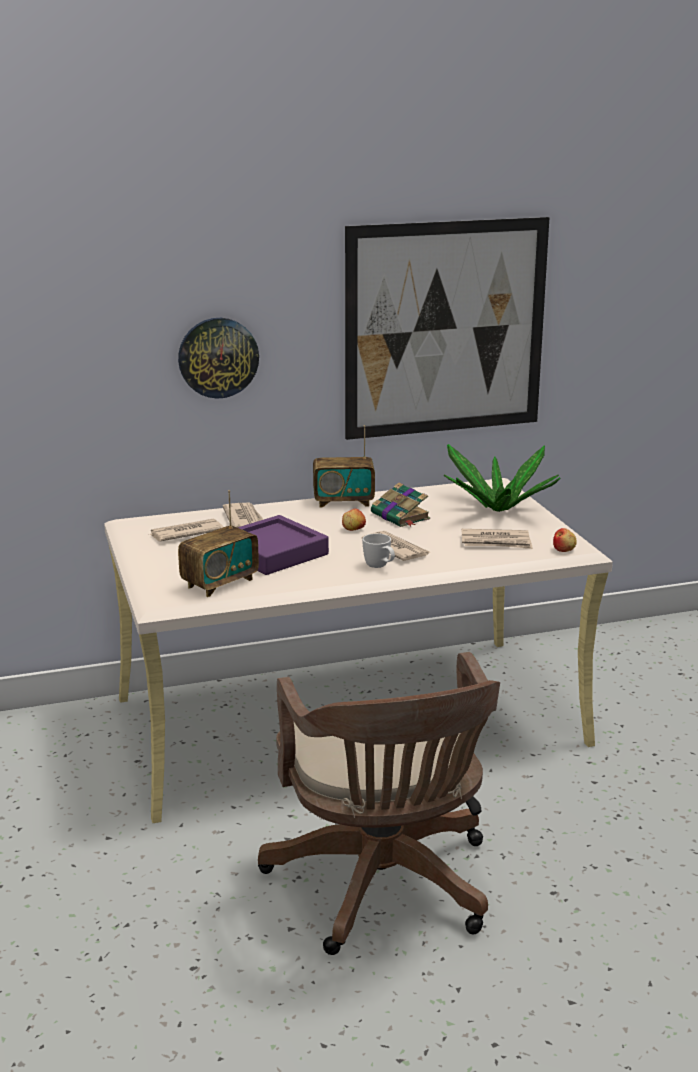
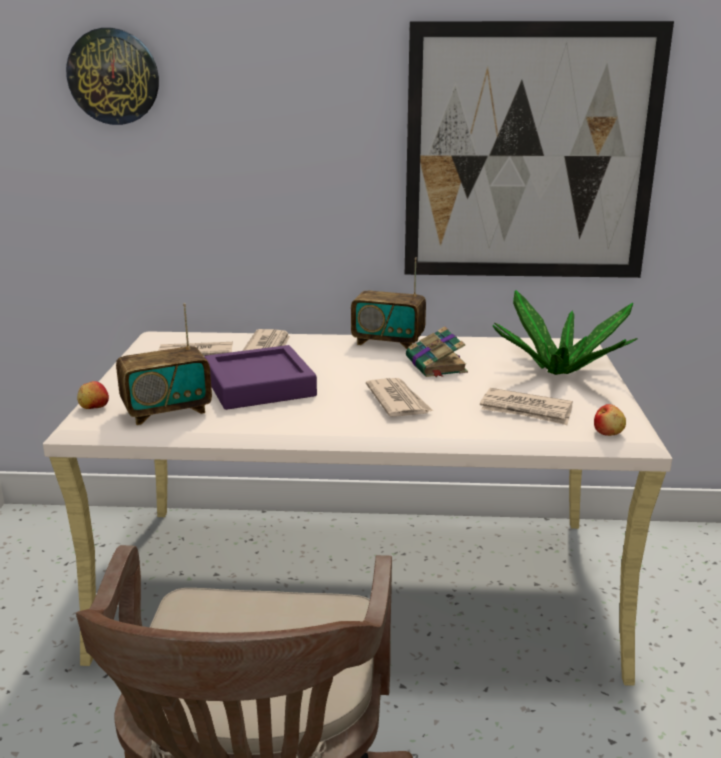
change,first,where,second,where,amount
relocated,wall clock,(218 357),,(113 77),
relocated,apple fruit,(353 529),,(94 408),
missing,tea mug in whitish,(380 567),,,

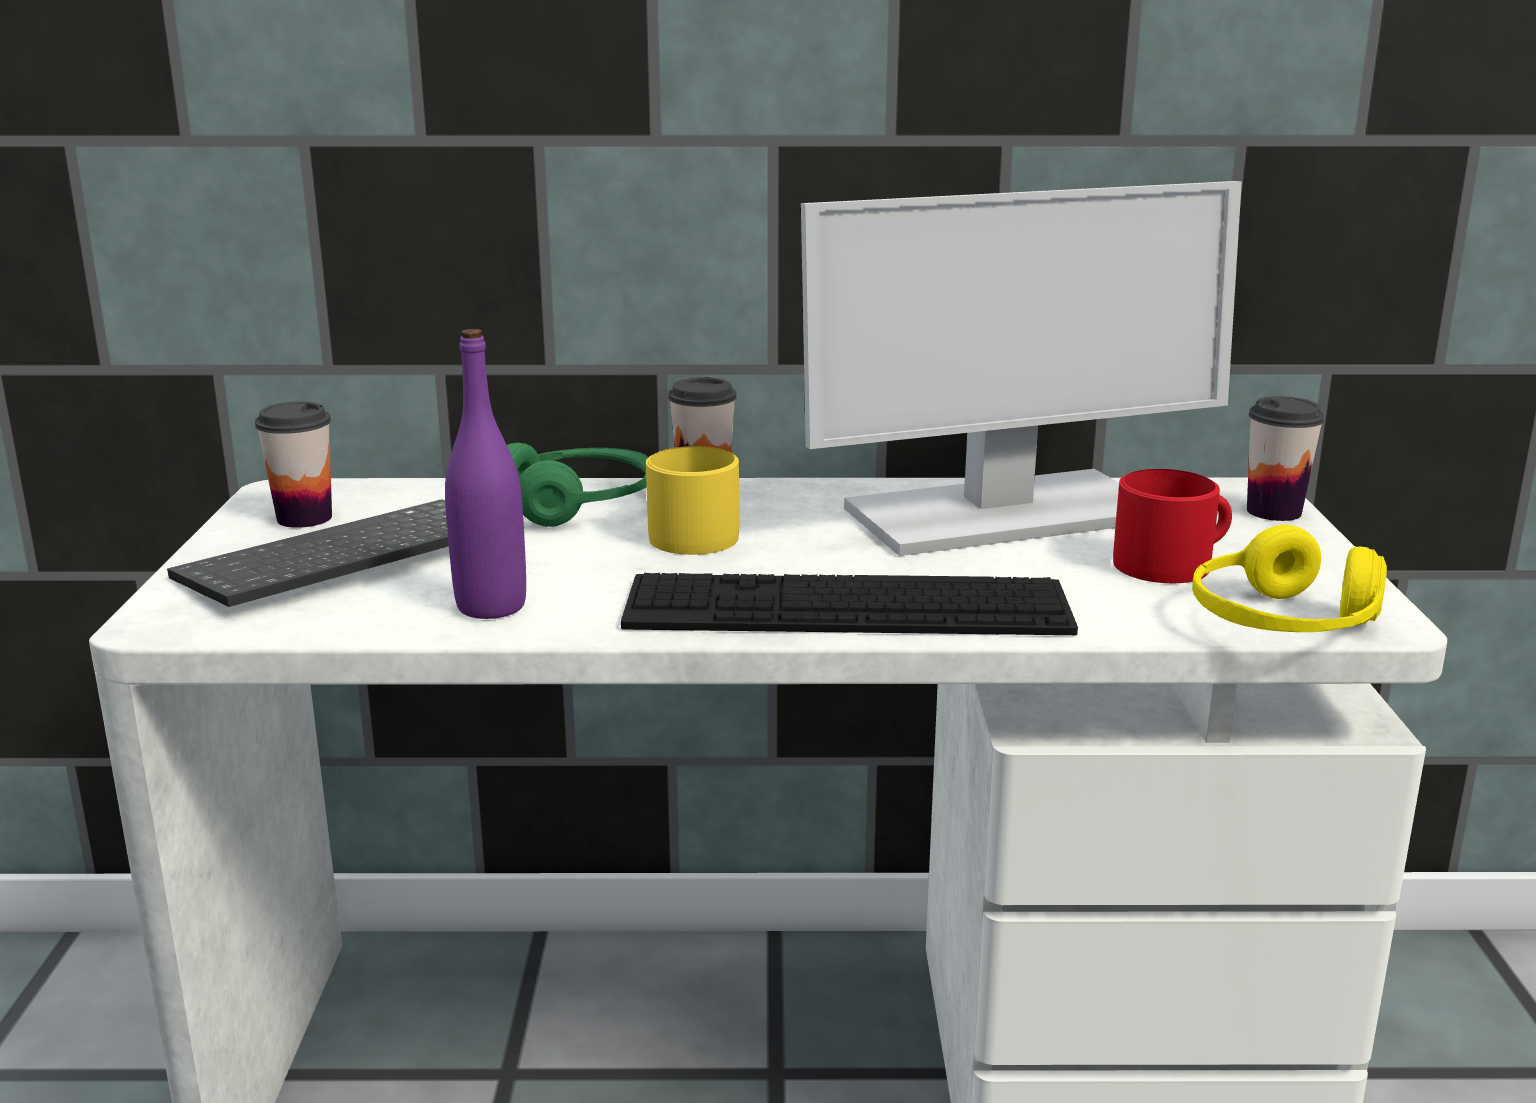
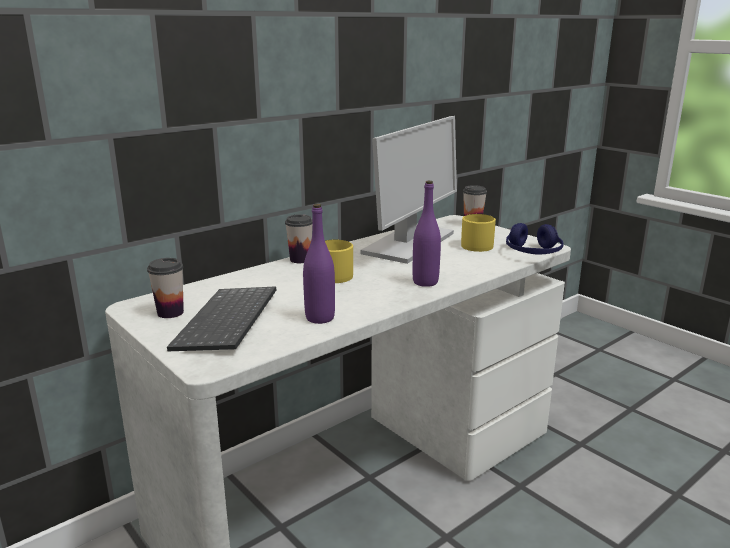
change,first,where,second,where,amount
missing,pair of headphones in green-coloured,(577 505),,,
colour,tea mug in reddish,(1172 564),tea mug in yellowish,(478 245),
colour,pair of headphones in yellowish,(1283 624),pair of headphones in blue-coloured,(533 253),
exchanged,computer keyboard,(847 606),drink bottle in purple-coloured,(425 282),

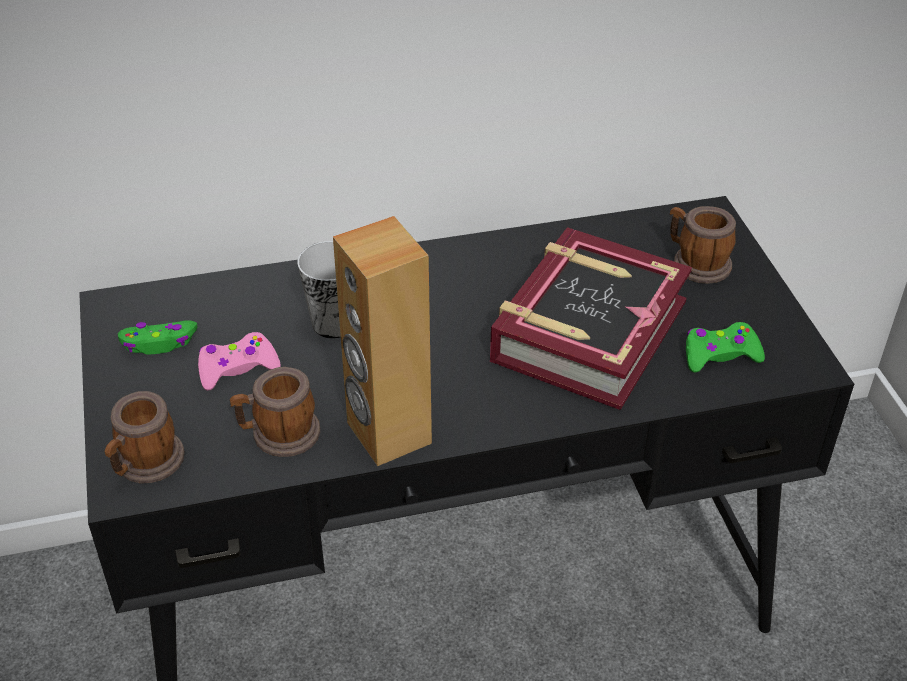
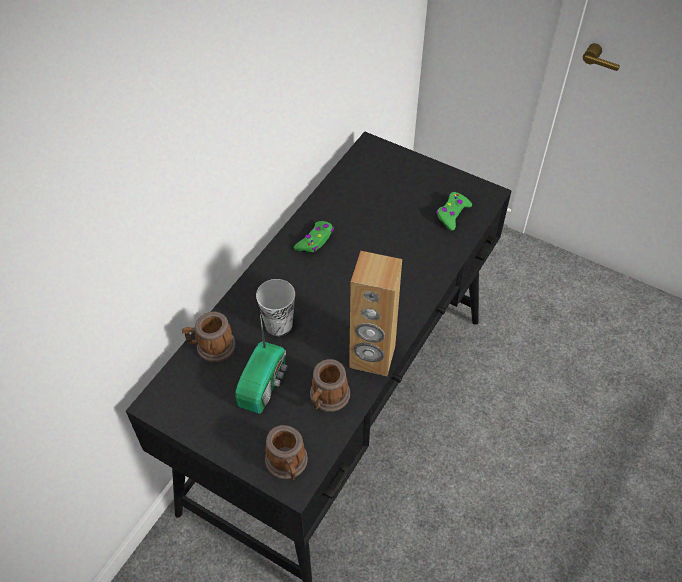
change,first,where,second,where,amount
relocated,tea mug,(696 263),,(211 347),
missing,book,(587 331),,,
relocated,joypad in green-coloured,(159 343),,(315 240),
exchanged,joypad in pinkish,(237 368),radio set,(264 383),

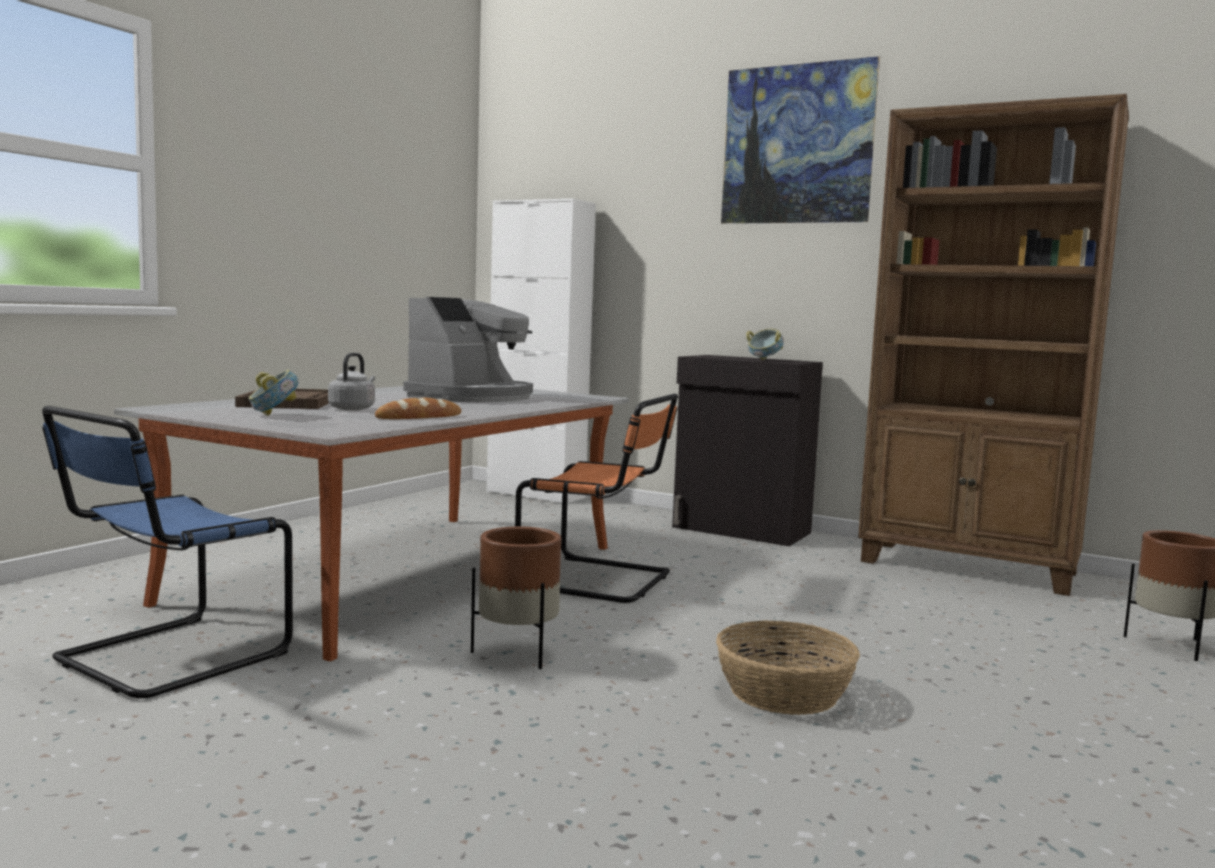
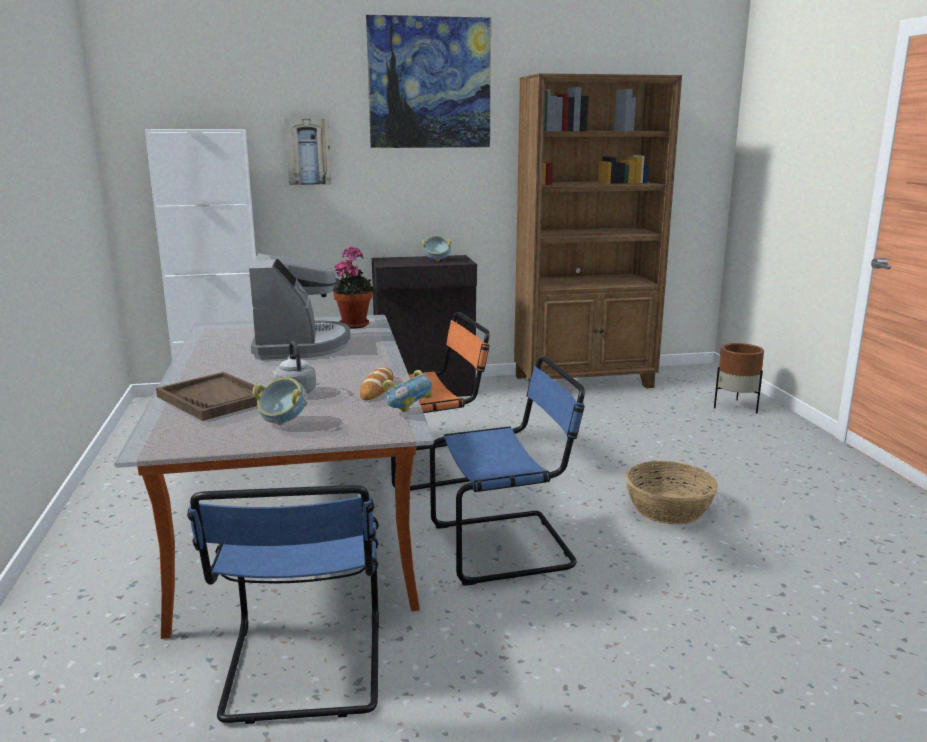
change,first,where,second,where,amount
exchanged,plant pot in brownish,(517 653),plain chair in blue-coloured,(507 546),
appeared,,,wall art,(308 151),
appeared,,,plant in a pot,(354 324),
appeared,,,bowl,(409 412),

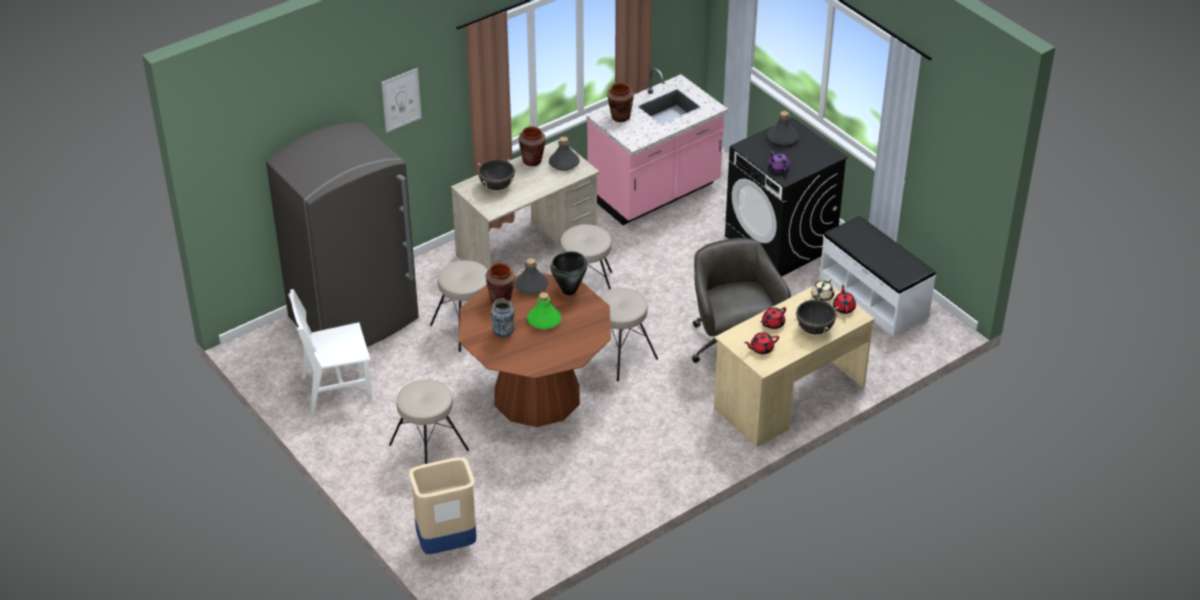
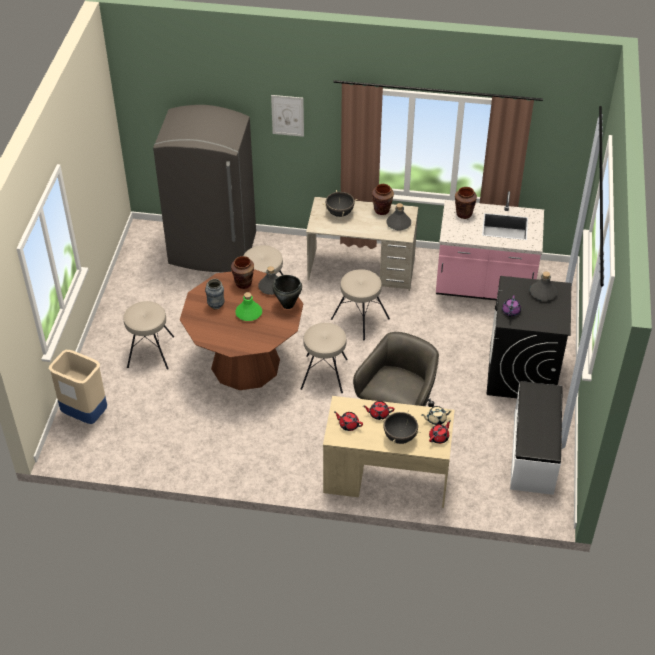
change,first,where,second,where,amount
missing,plain chair in whitish,(336 389),,,

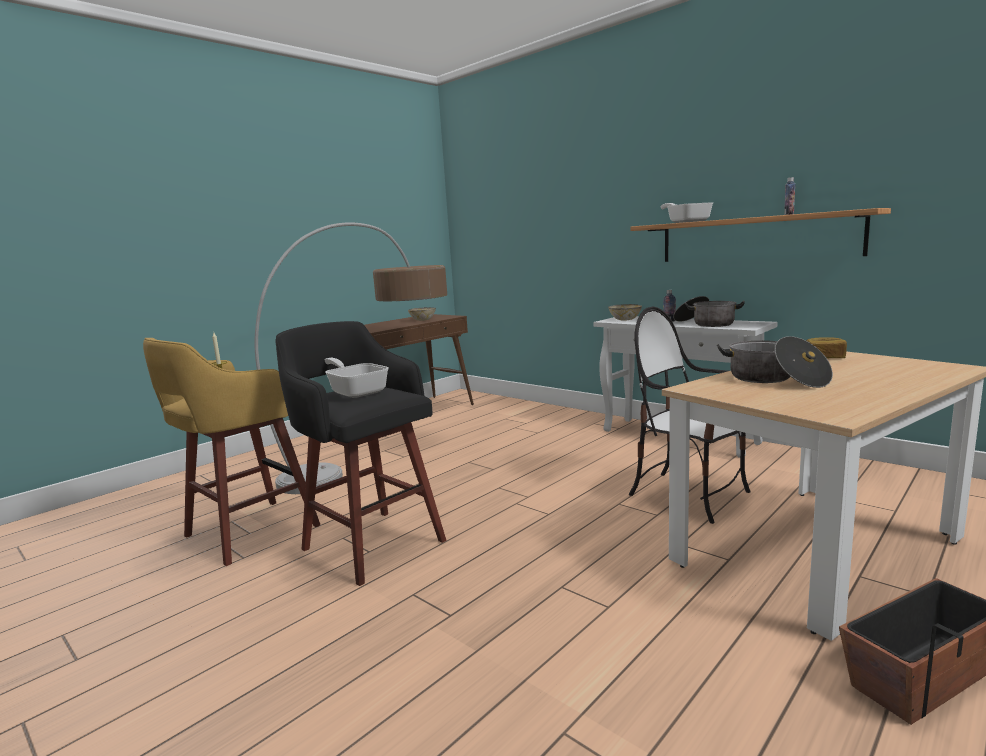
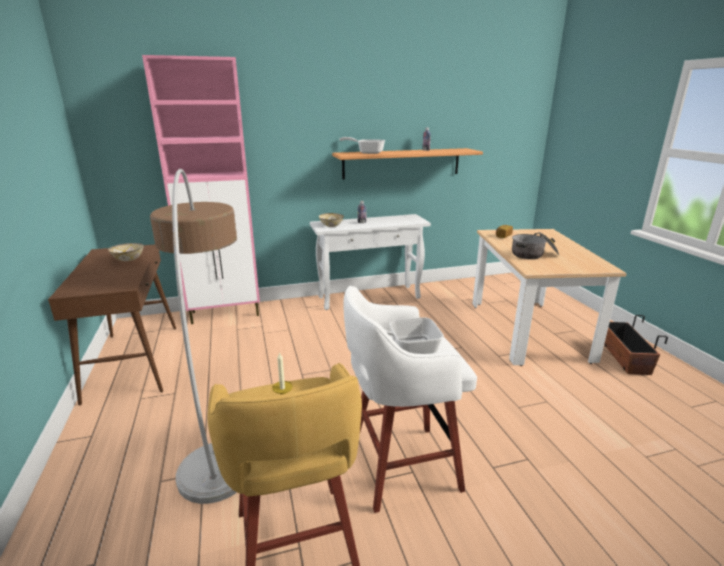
change,first,where,second,where,amount
missing,saucepot,(705 323),,,
missing,plain chair,(689 495),,,
colour,sitting stool in black,(371 543),sitting stool in whitish,(400 467),
appeared,,,storage cabinet in pinkish,(226 314),

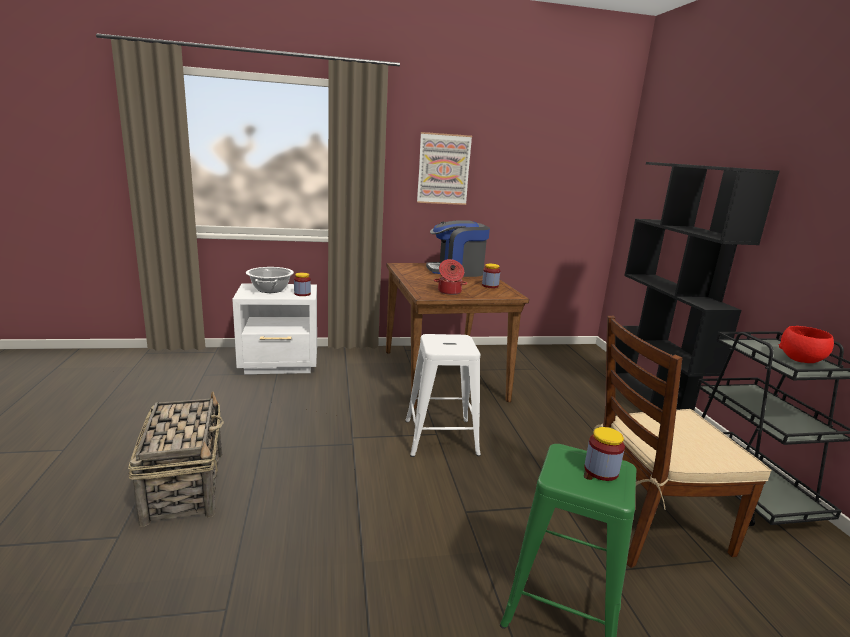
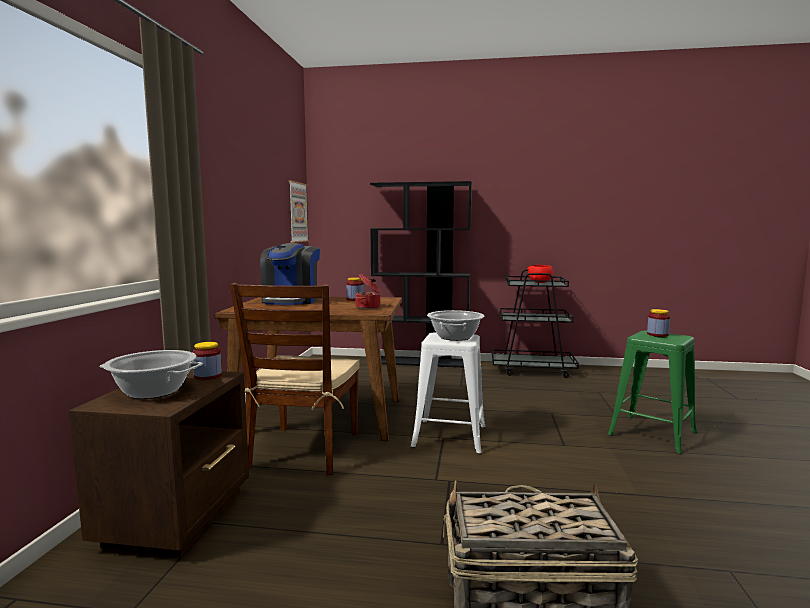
change,first,where,second,where,amount
relocated,wall art,(443 169),,(297 212),
colour,nightstand in whitish,(280 364),nightstand in brownish,(179 517),
relocated,plain chair in brownish,(650 524),,(304 450),
appeared,,,saucepot,(455 337),

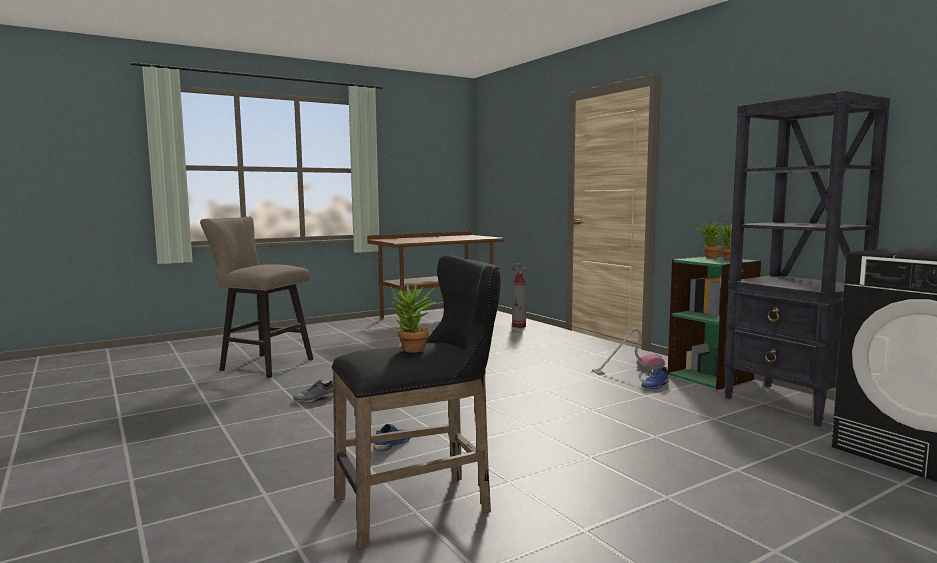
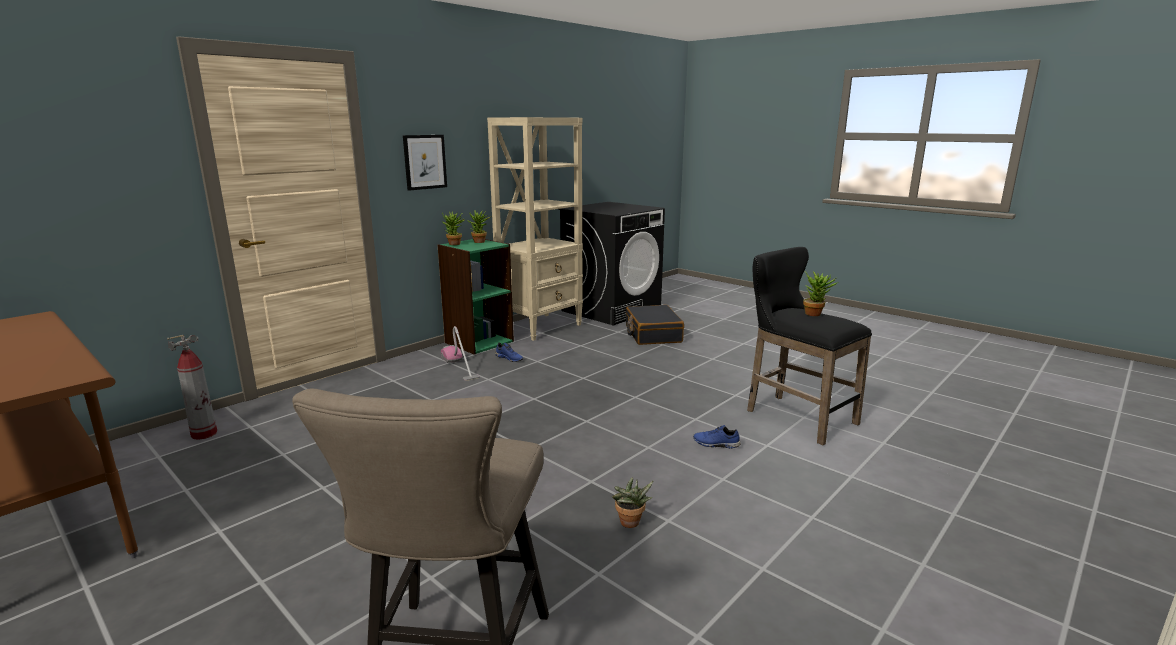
change,first,where,second,where,amount
colour,bookcase in black,(791 404),bookcase in beige-coloured,(541 326),
exchanged,shoe in gray,(315 399),plant in a pot,(630 524),
appeared,,,wall art,(425 162),
appeared,,,travel case in black,(652 334),

